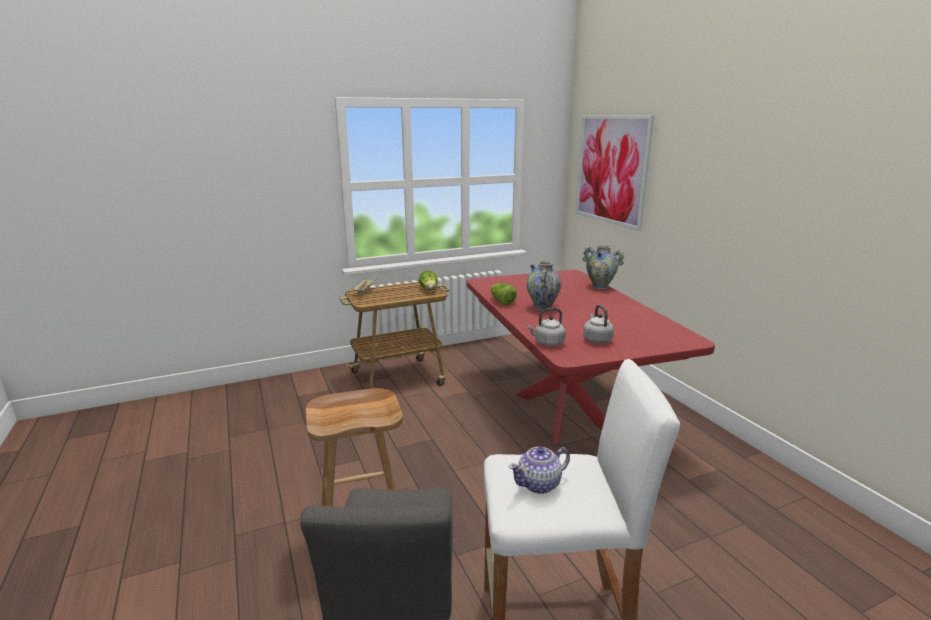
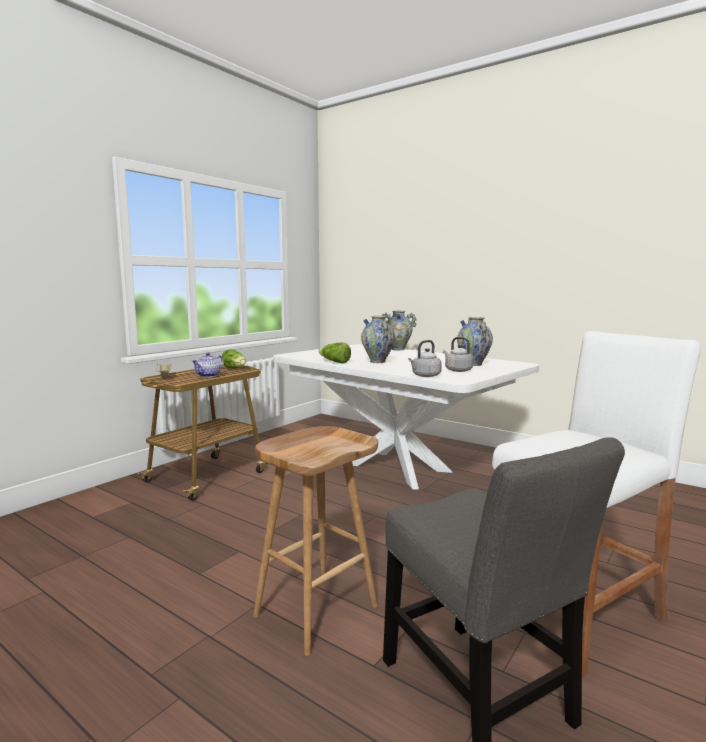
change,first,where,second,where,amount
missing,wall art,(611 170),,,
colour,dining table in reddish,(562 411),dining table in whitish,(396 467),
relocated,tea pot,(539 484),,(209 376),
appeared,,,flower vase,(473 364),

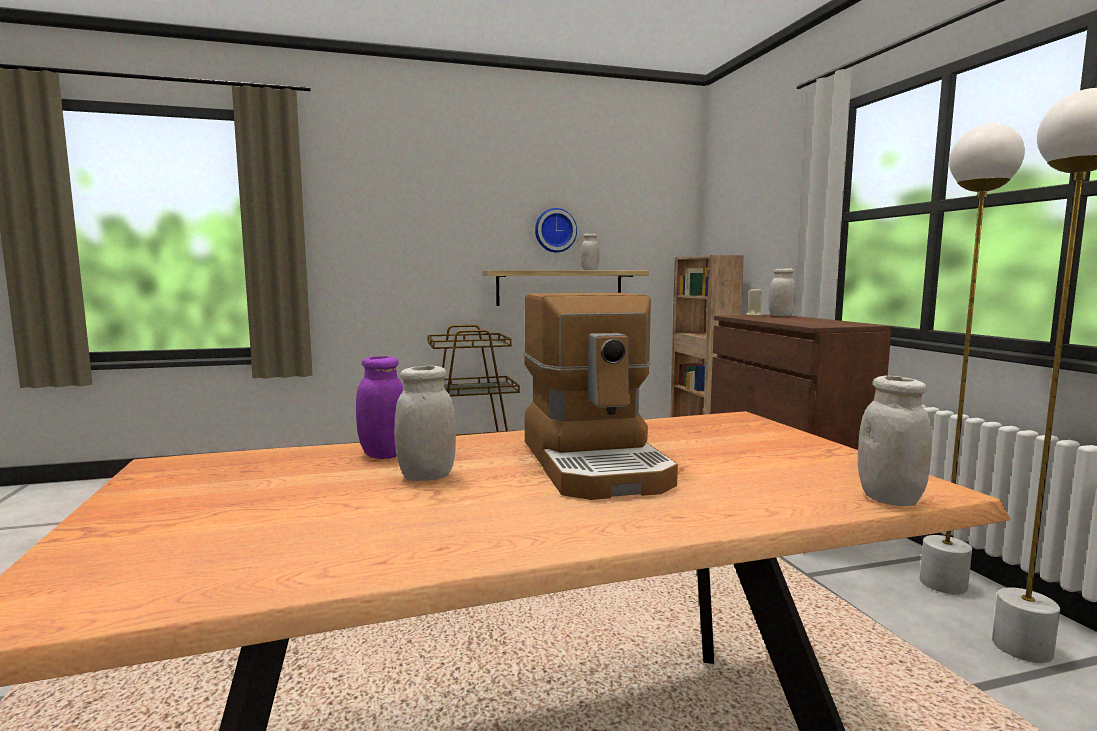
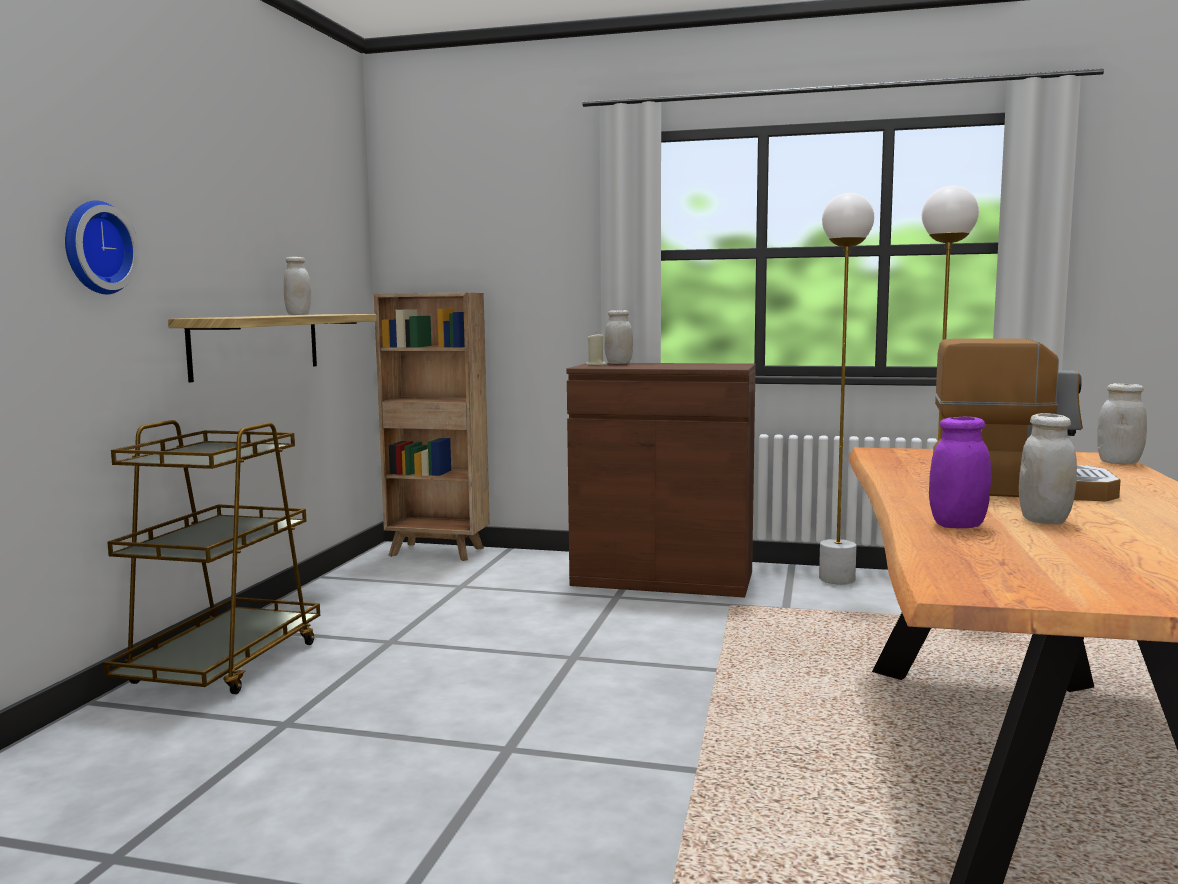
change,first,where,second,where,amount
relocated,wall clock,(555 230),,(94 248),

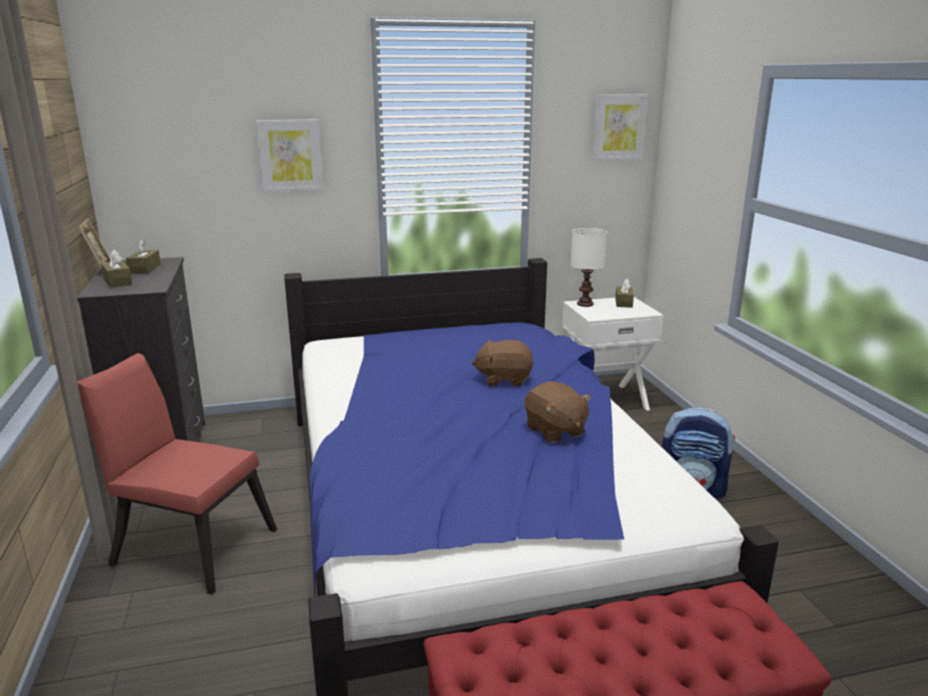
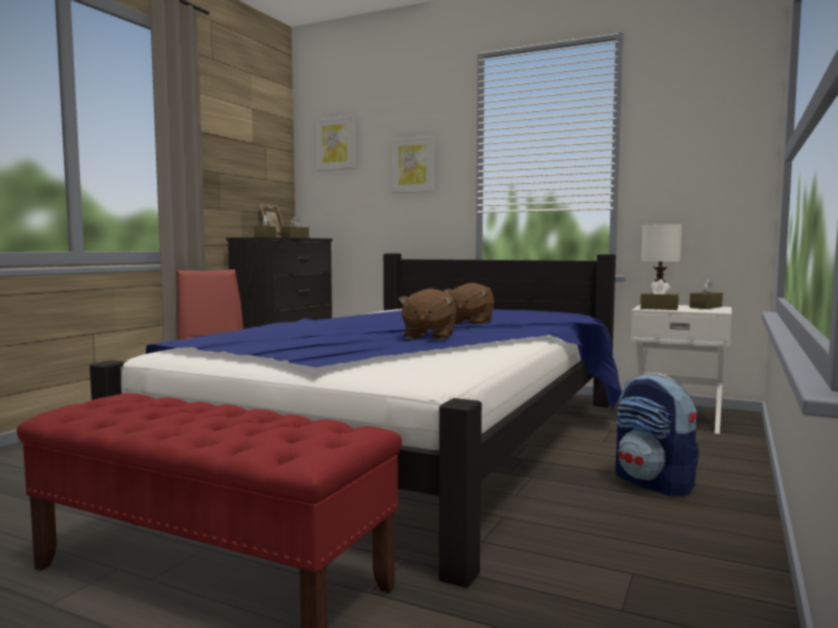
change,first,where,second,where,amount
relocated,wall art,(619 127),,(336 144),
spun,cuddly toy in brownish,(504 379),,(469 323),105 degrees counterclockwise
appeared,,,box of tissues in brownish,(659 308),

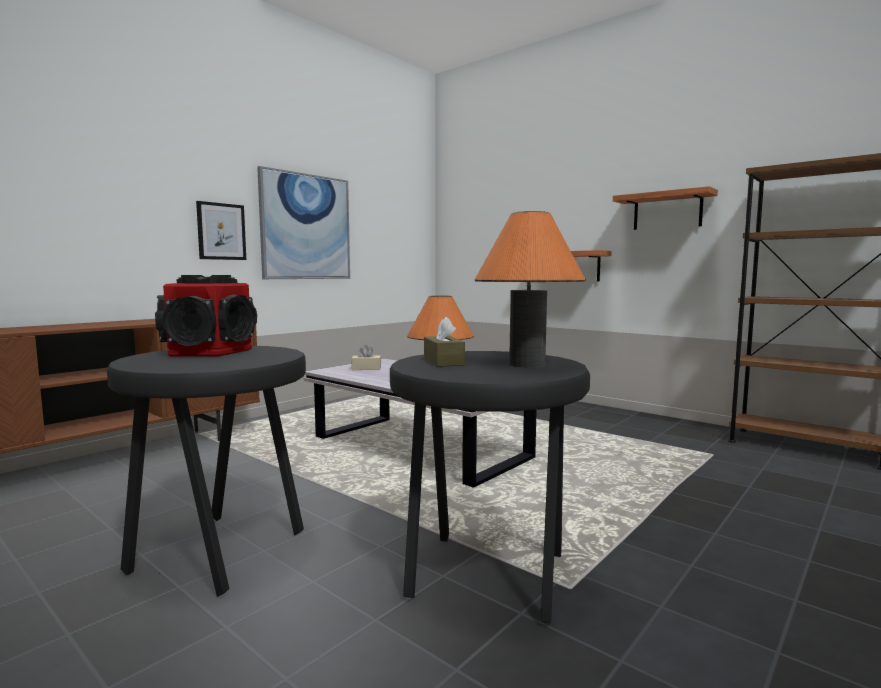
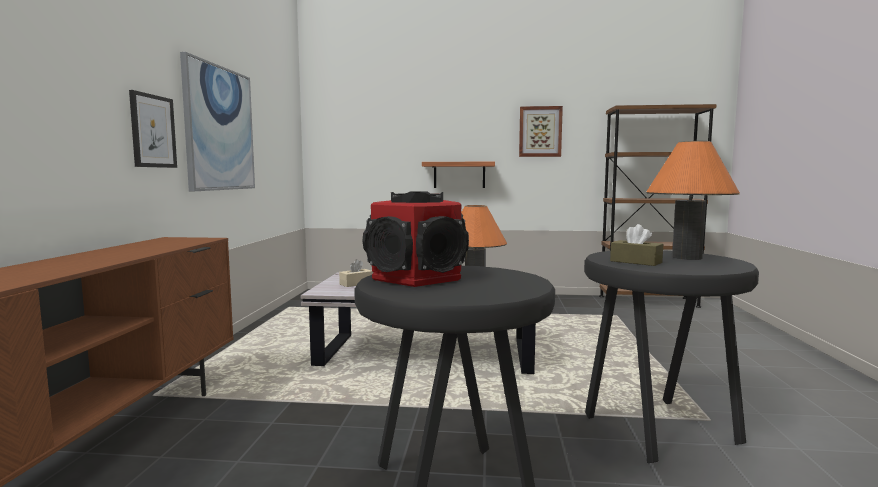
change,first,where,second,where,amount
exchanged,shelf,(667 211),wall art,(540 131),

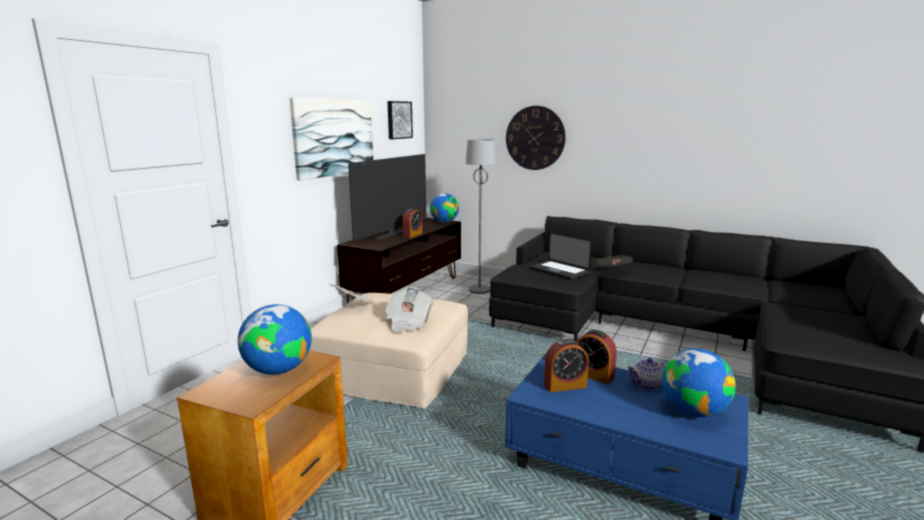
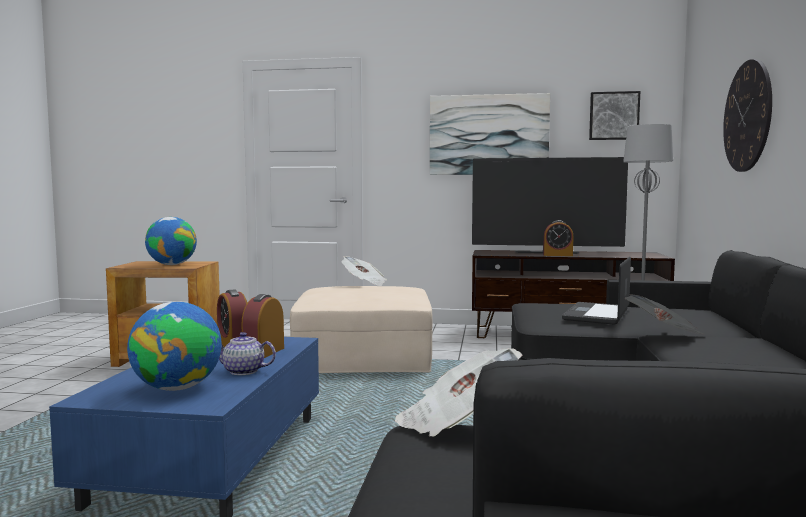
change,first,where,second,where,amount
missing,desk globe,(444 222),,,
relocated,newspaper,(408 322),,(458 423),
spun,tea pot,(647 385),,(244 371),45 degrees counterclockwise

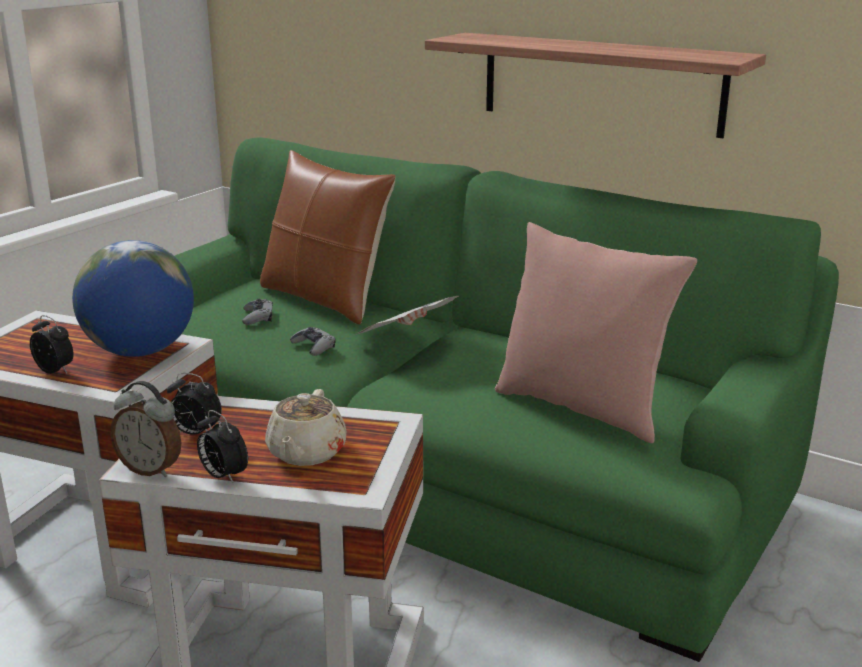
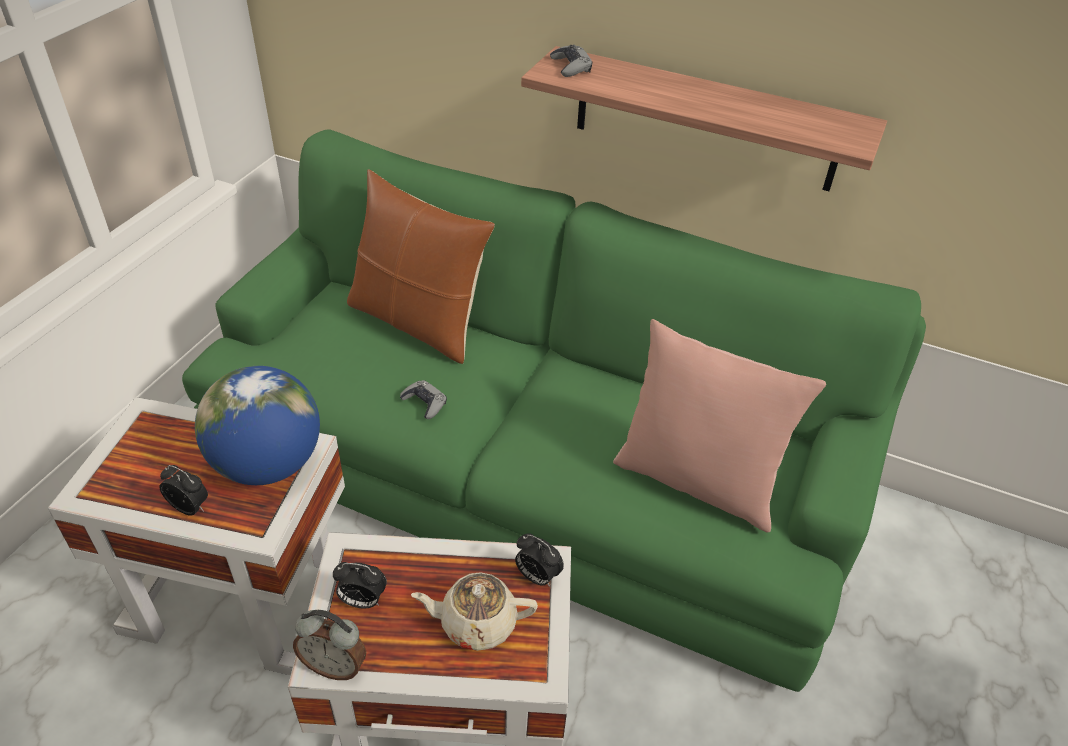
change,first,where,second,where,amount
missing,newspaper,(405 342),,,
relocated,joypad in gray,(258 317),,(571 66),
spun,tea pot in beige-coloured,(306 453),,(476 622),90 degrees clockwise
relocated,table clock,(223 476),,(536 576),

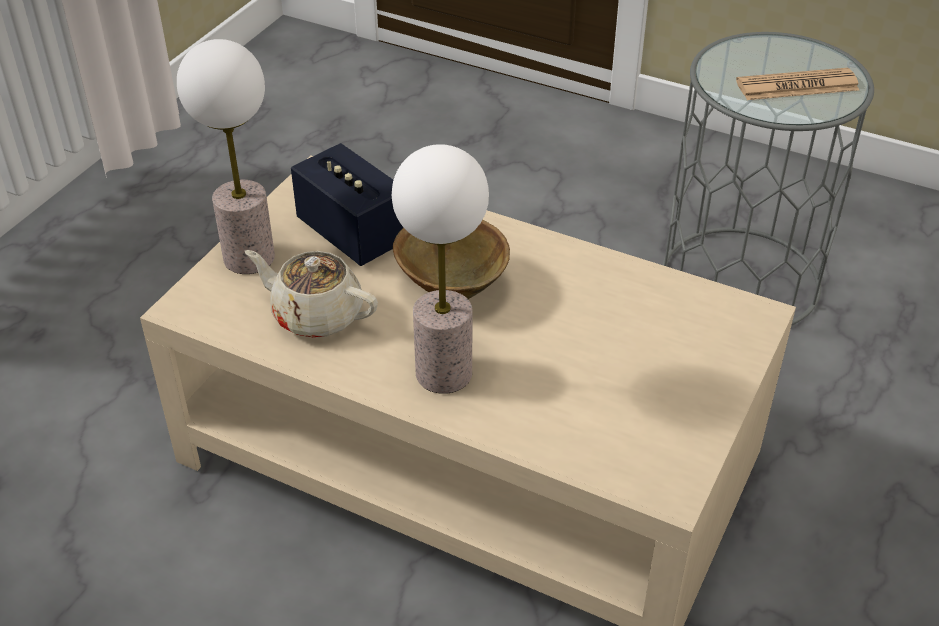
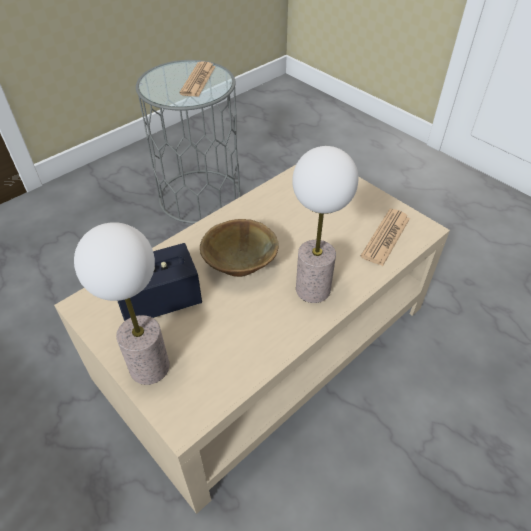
change,first,where,second,where,amount
missing,tea pot in beige-coloured,(316 314),,,
appeared,,,newspaper,(385 237),

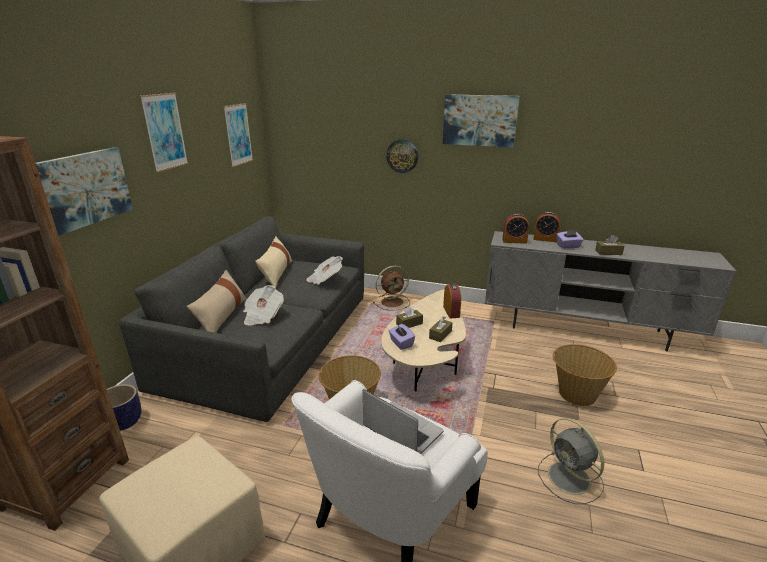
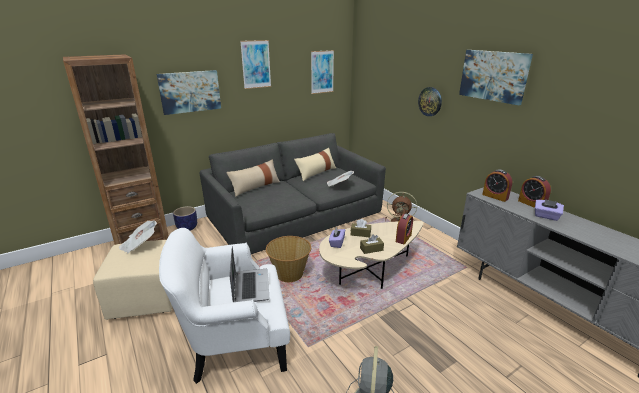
change,first,where,second,where,amount
missing,box of tissues in brownish,(608 252),,,
relocated,newspaper,(262 316),,(139 245),
missing,basket,(576 394),,,

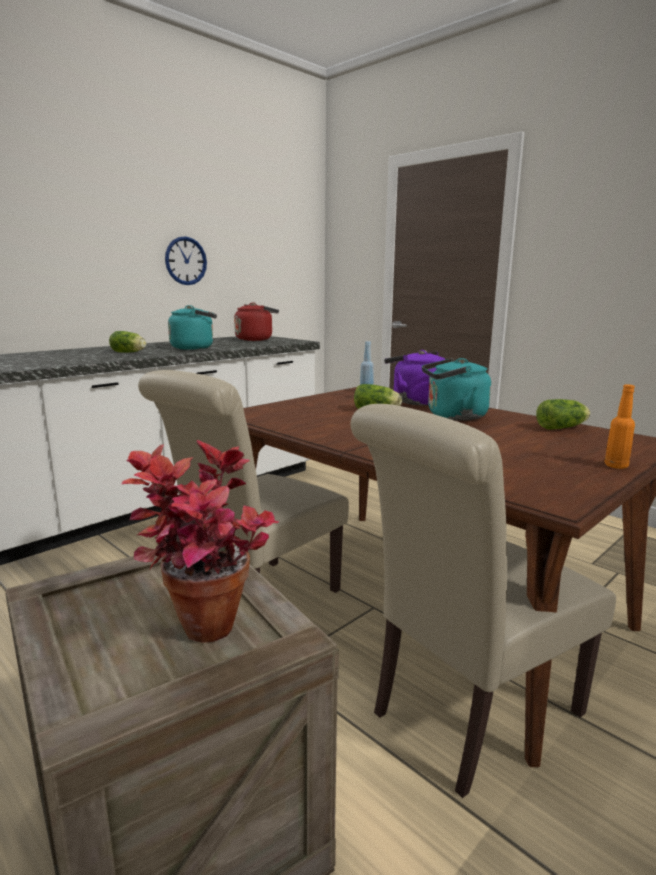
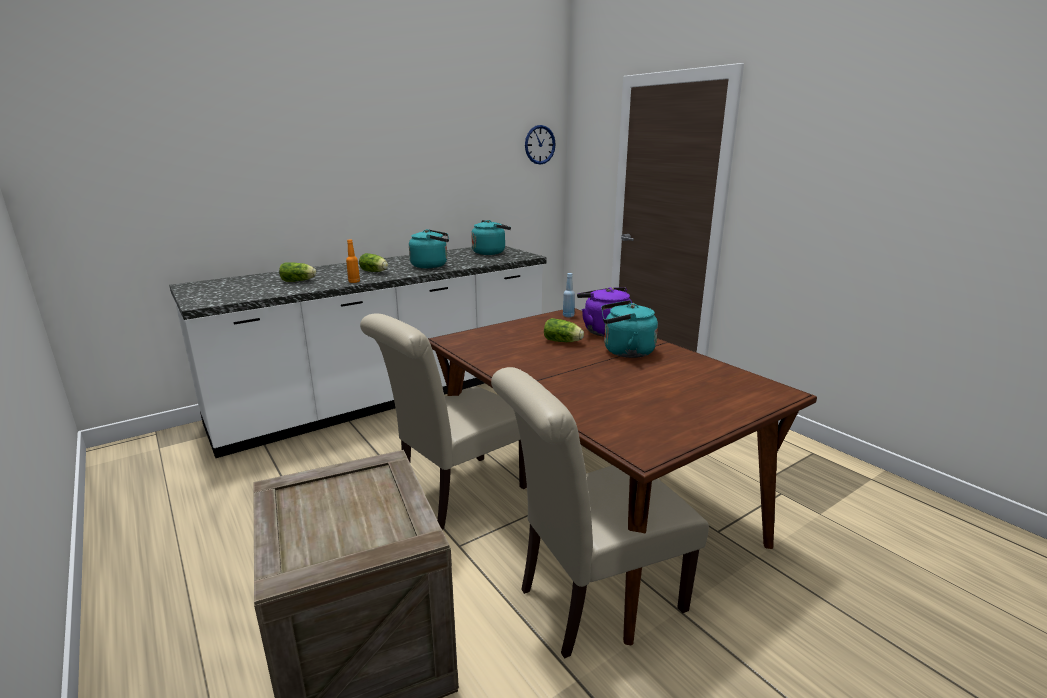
change,first,where,second,where,amount
relocated,wall clock,(186 261),,(540 144),
colour,kettle in reddish,(255 339),kettle in turquoise,(490 252),
relocated,drink bottle in orange,(616 466),,(354 282),
relocated,lettuce head,(563 427),,(299 281),
missing,plant in a pot,(204 641),,,

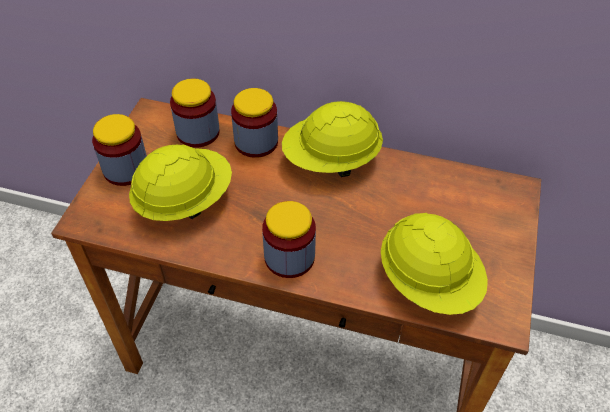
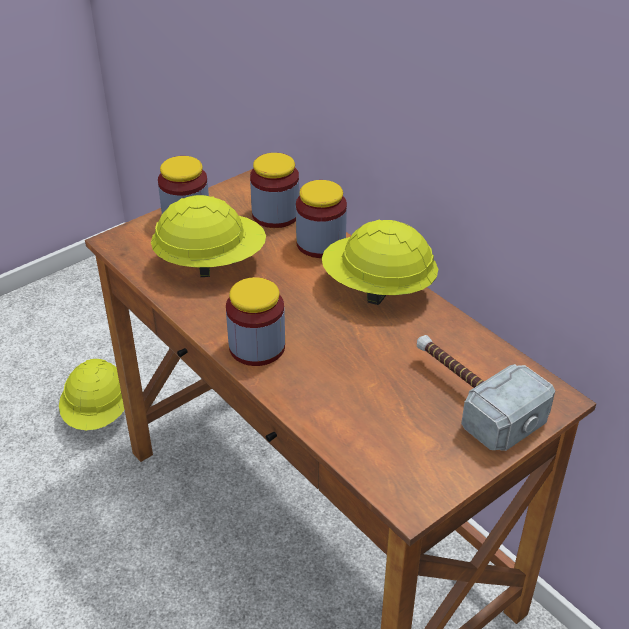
change,first,where,second,where,amount
relocated,work helmet in yellowish,(429 281),,(98 413),
appeared,,,hammer,(470 397),

